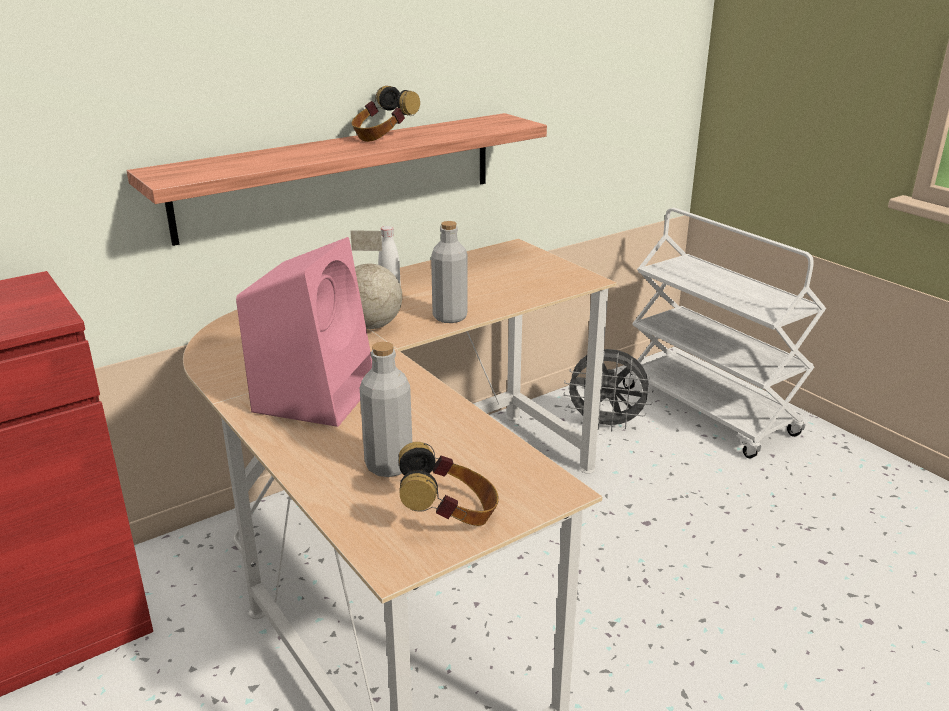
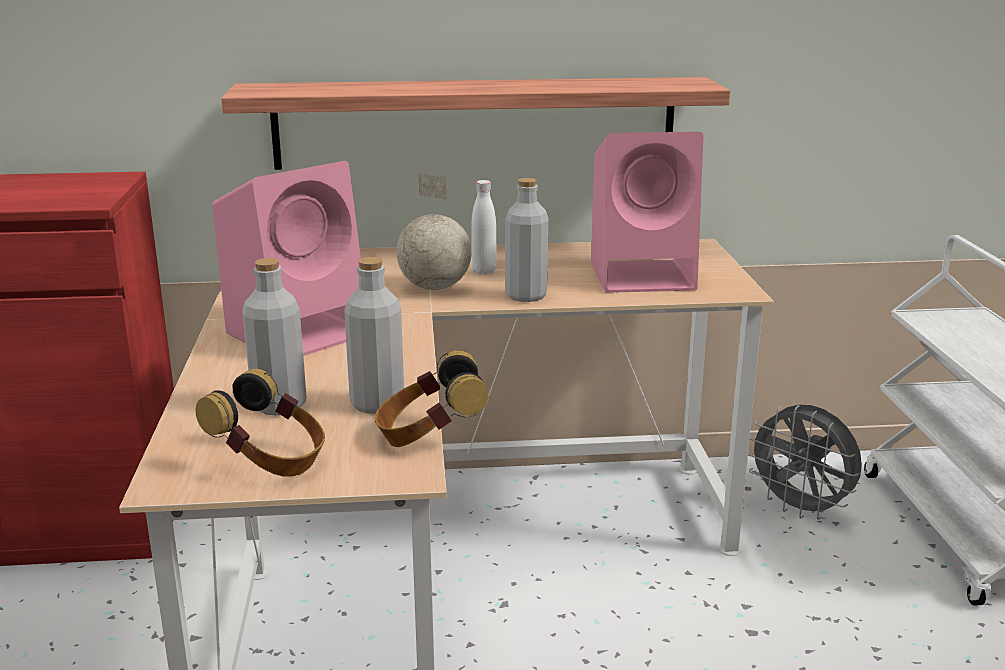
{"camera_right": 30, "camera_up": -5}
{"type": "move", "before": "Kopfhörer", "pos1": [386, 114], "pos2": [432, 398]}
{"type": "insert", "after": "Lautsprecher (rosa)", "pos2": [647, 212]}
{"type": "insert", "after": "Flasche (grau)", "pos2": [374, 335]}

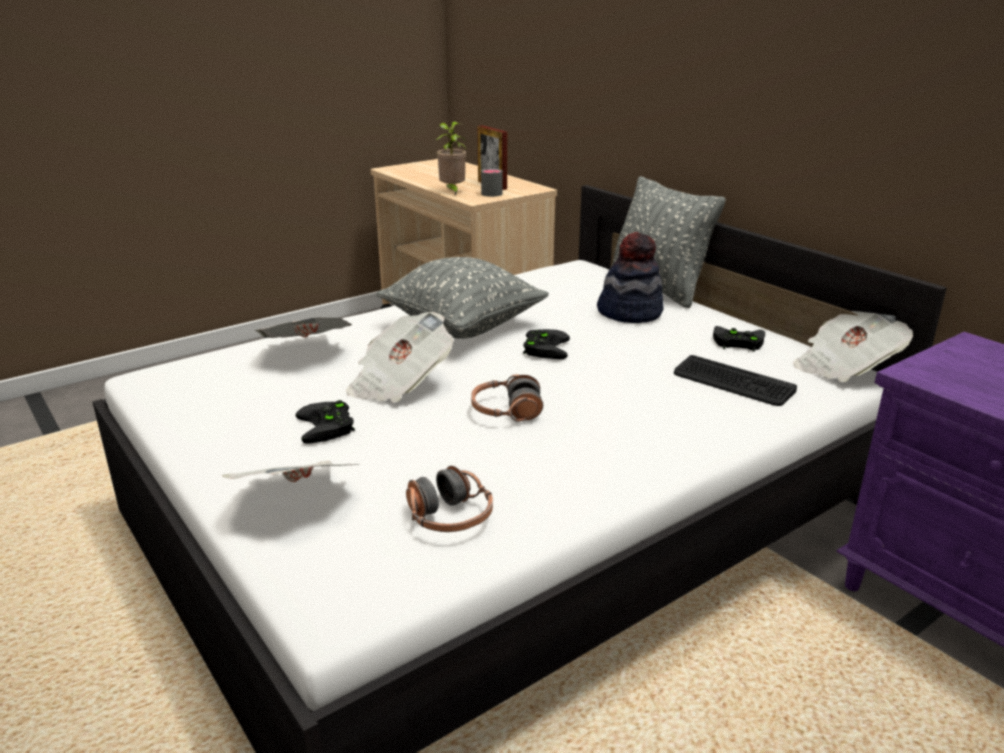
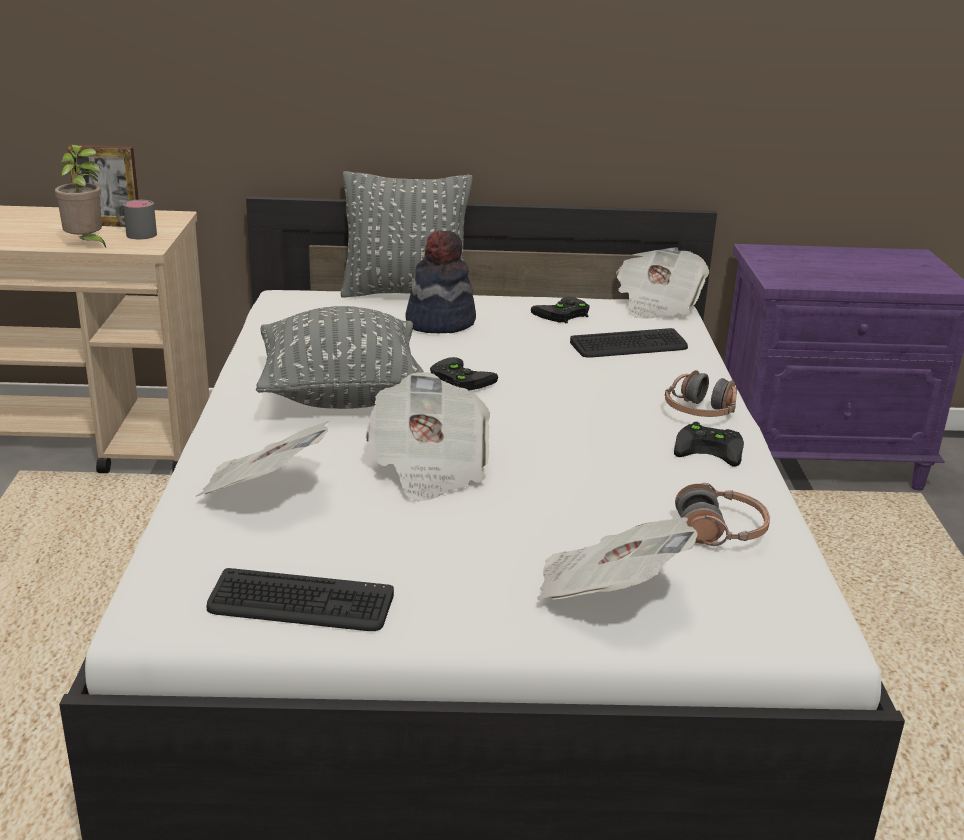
{"camera_right": -55, "camera_up": 0}
{"type": "move", "before": "Kopfhörer", "pos1": [507, 398], "pos2": [701, 393]}
{"type": "move", "before": "Gamepad (schwarz)", "pos1": [325, 422], "pos2": [709, 444]}
{"type": "insert", "after": "Tastatur", "pos2": [300, 599]}

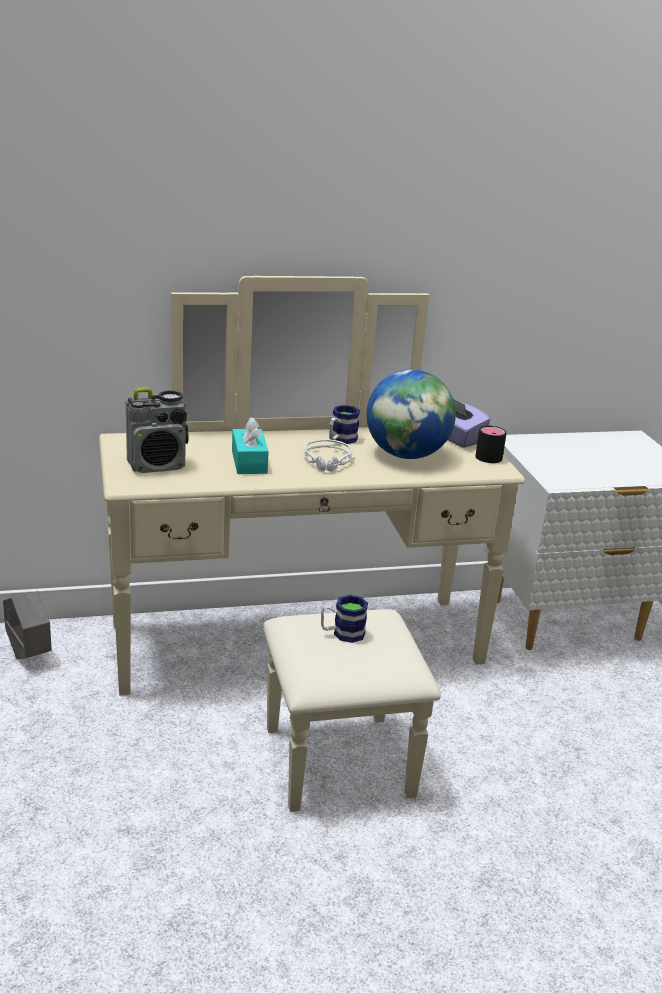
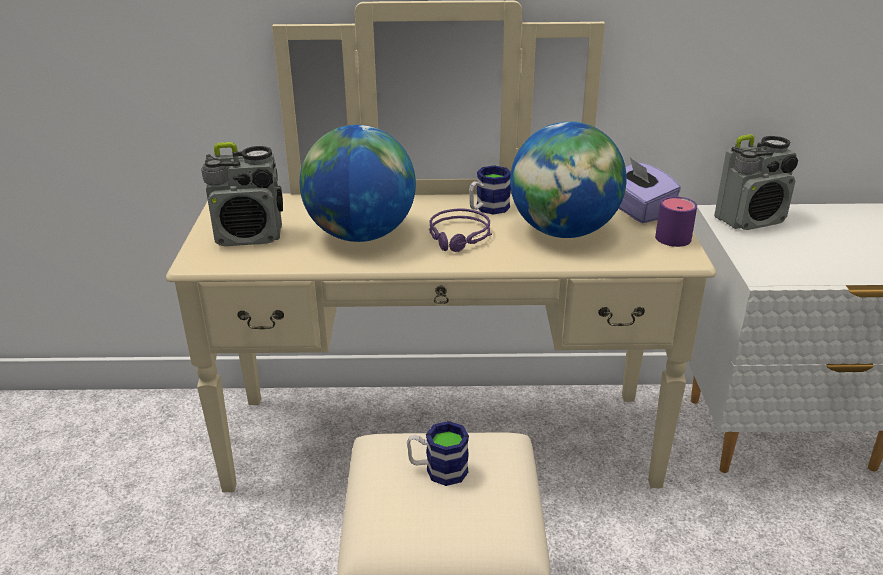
{"camera_right": 15, "camera_up": 5}
{"type": "replace", "before": "Taschentuchbox (türkis)", "after": "Globus", "pos1": [250, 445], "pos2": [358, 183]}
{"type": "recolor", "before": "Henkelbecher (schwarz)", "after": "Henkelbecher (lila)", "pos1": [491, 444], "pos2": [676, 221]}
{"type": "recolor", "before": "Kopfhörer (grau)", "after": "Kopfhörer (lila)", "pos1": [330, 455], "pos2": [460, 230]}
{"type": "delete", "before": "Pflanzkübel (grau)", "pos1": [27, 625]}
{"type": "insert", "after": "Radio", "pos2": [756, 182]}

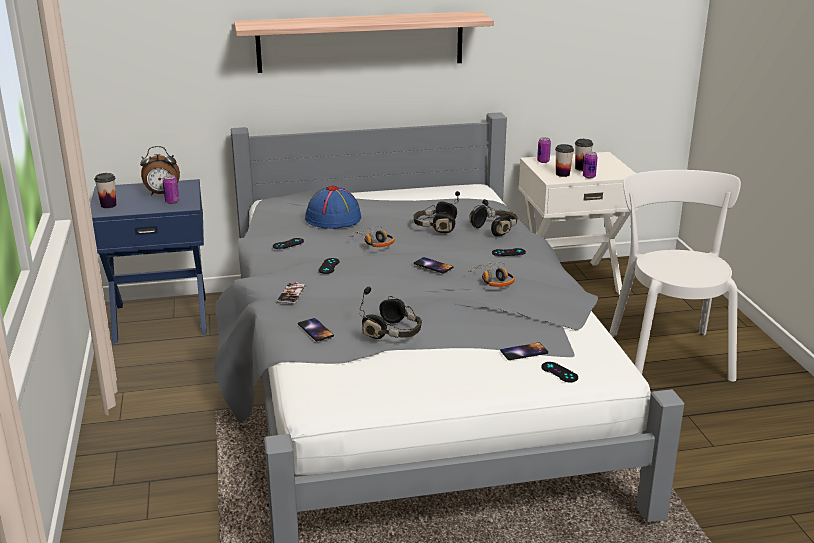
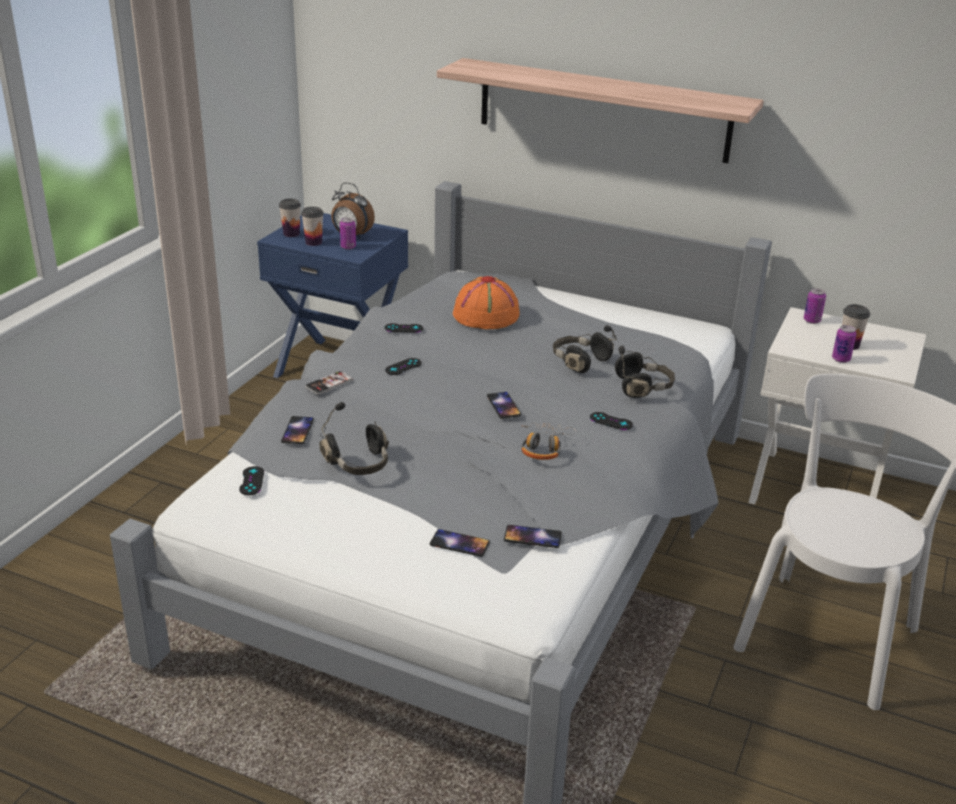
{"camera_right": 35, "camera_up": 5}
{"type": "move", "before": "Tasse", "pos1": [564, 160], "pos2": [312, 226]}
{"type": "recolor", "before": "Hut (blau)", "after": "Hut (orange)", "pos1": [333, 207], "pos2": [486, 302]}
{"type": "delete", "before": "Kopfhörer", "pos1": [372, 236]}
{"type": "move", "before": "Gamepad (schwarz)", "pos1": [559, 372], "pos2": [251, 480]}
{"type": "insert", "after": "Handy", "pos2": [533, 536]}

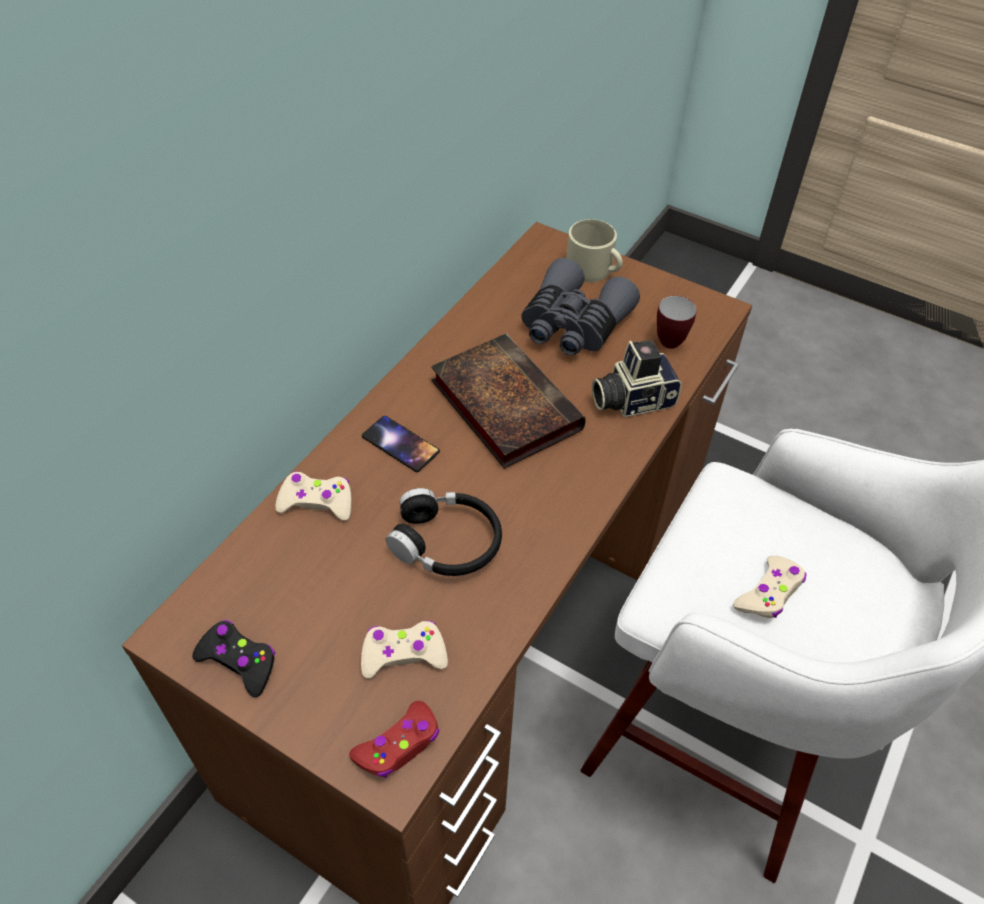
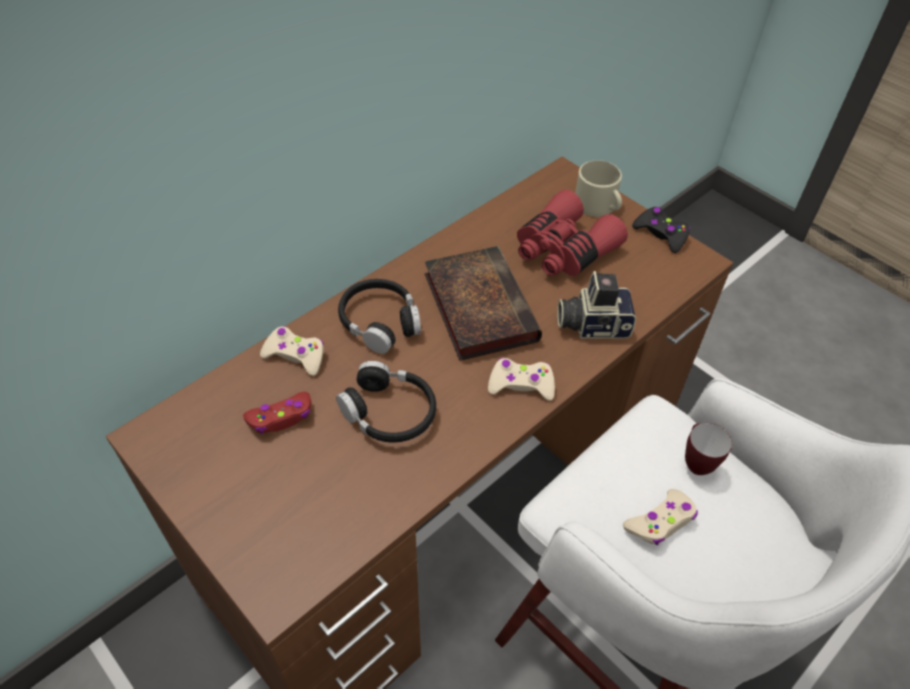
{"camera_right": 15, "camera_up": 0}
{"type": "recolor", "before": "Fernglas (grau)", "after": "Fernglas (rot)", "pos1": [580, 306], "pos2": [572, 233]}
{"type": "move", "before": "Henkelbecher", "pos1": [677, 322], "pos2": [708, 449]}
{"type": "replace", "before": "Handy", "after": "Kopfhörer (schwarz)", "pos1": [401, 444], "pos2": [379, 316]}
{"type": "move", "before": "Gamepad (schwarz)", "pos1": [234, 658], "pos2": [661, 230]}
{"type": "move", "before": "Gamepad (beige)", "pos1": [404, 650], "pos2": [521, 379]}
{"type": "move", "before": "Gamepad (rot)", "pos1": [394, 739], "pos2": [277, 413]}

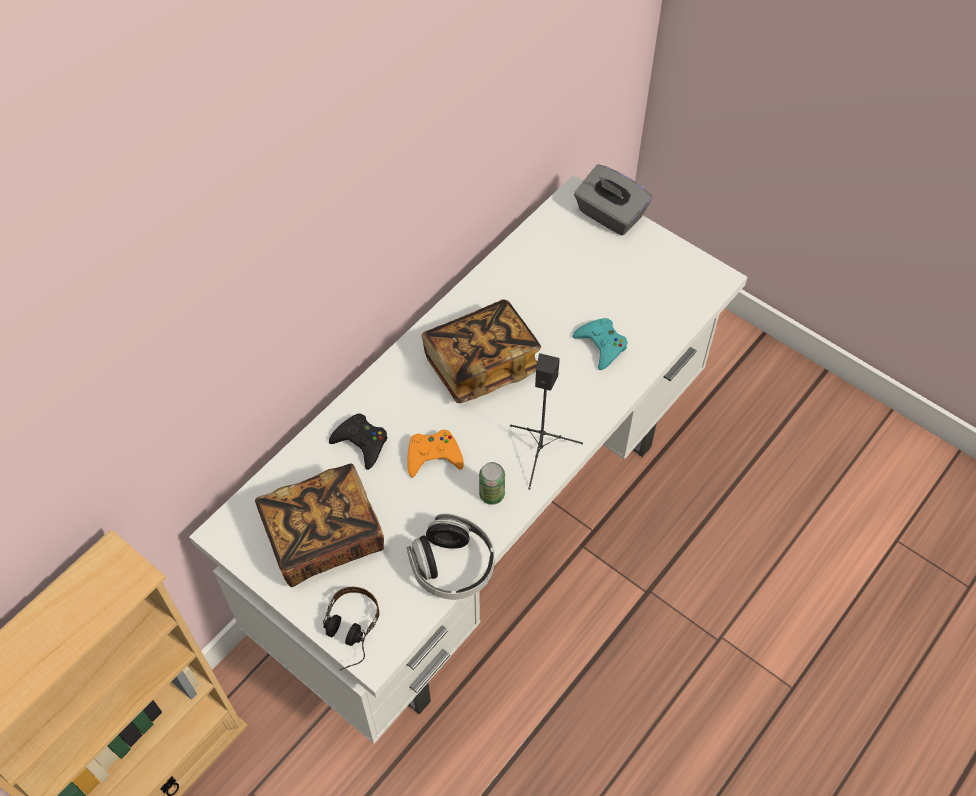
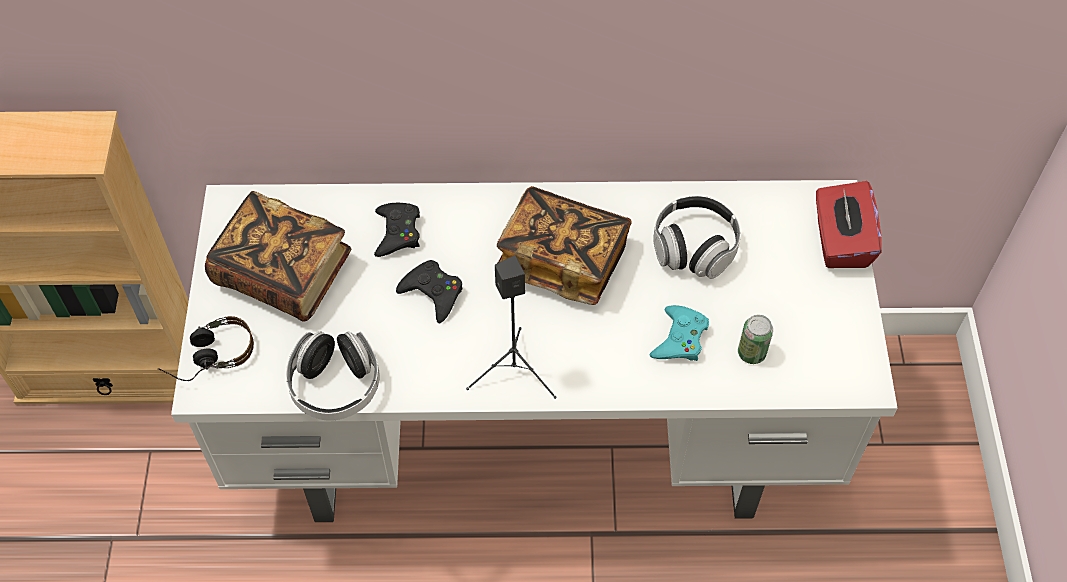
{"camera_right": 50, "camera_up": 0}
{"type": "recolor", "before": "Taschentuchbox (grau)", "after": "Taschentuchbox (rot)", "pos1": [613, 200], "pos2": [849, 224]}
{"type": "recolor", "before": "Gamepad (orange)", "after": "Gamepad (schwarz)", "pos1": [435, 454], "pos2": [429, 291]}
{"type": "move", "before": "Dose", "pos1": [492, 483], "pos2": [755, 339]}
{"type": "insert", "after": "Kopfhörer", "pos2": [697, 237]}

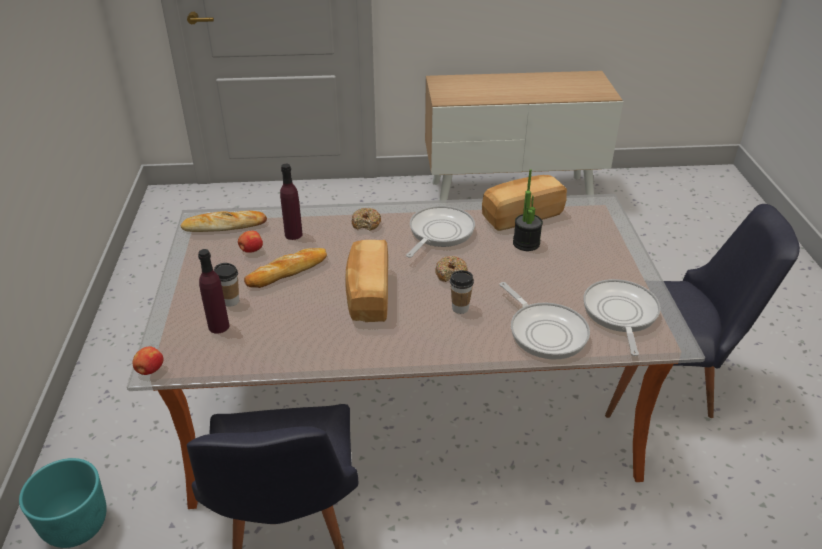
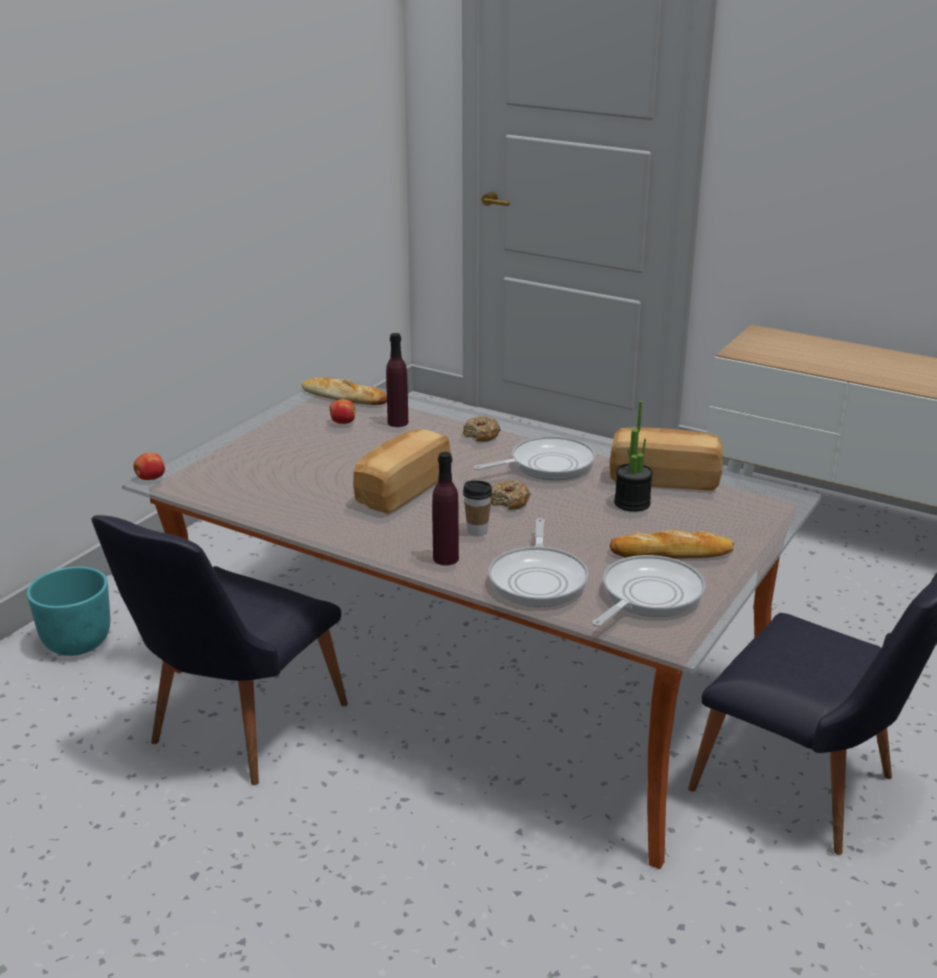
{"camera_right": 35, "camera_up": -10}
{"type": "move", "before": "Brot", "pos1": [285, 268], "pos2": [672, 544]}
{"type": "move", "before": "Flasche (lila)", "pos1": [214, 291], "pos2": [445, 508]}
{"type": "delete", "before": "Tasse", "pos1": [226, 285]}

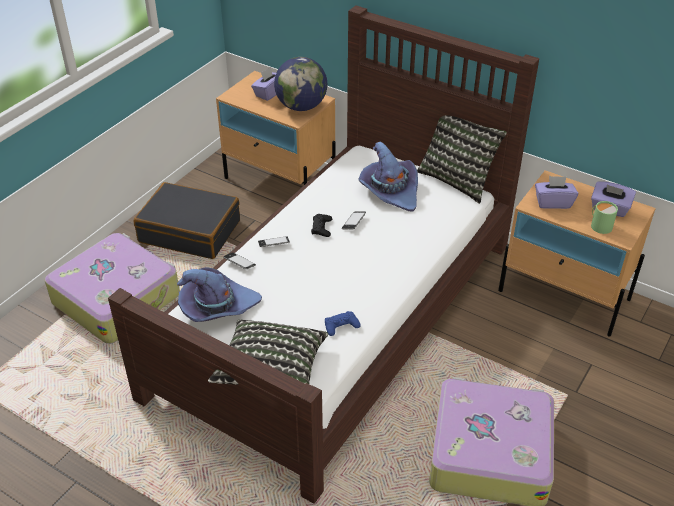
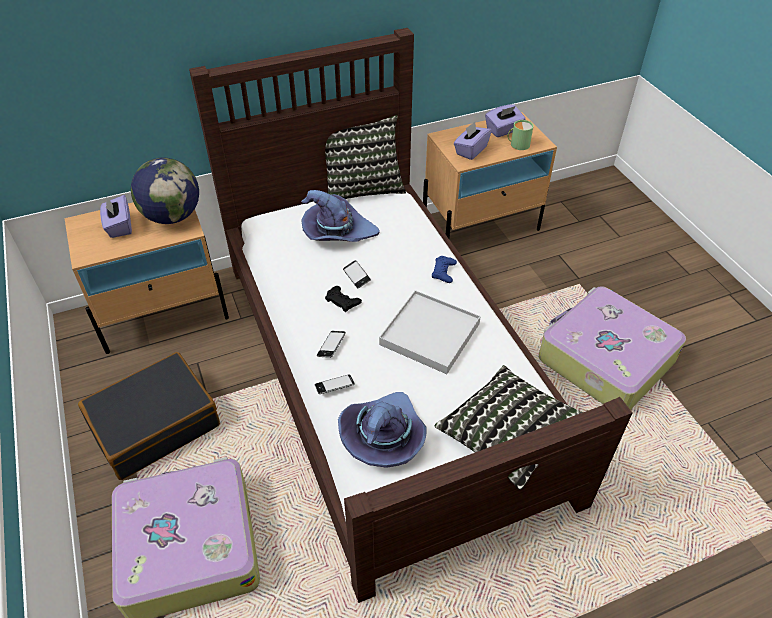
{"camera_right": -55, "camera_up": 5}
{"type": "move", "before": "Gamepad (blau)", "pos1": [343, 323], "pos2": [444, 269]}
{"type": "insert", "after": "Tablett (weiß)", "pos2": [430, 332]}

